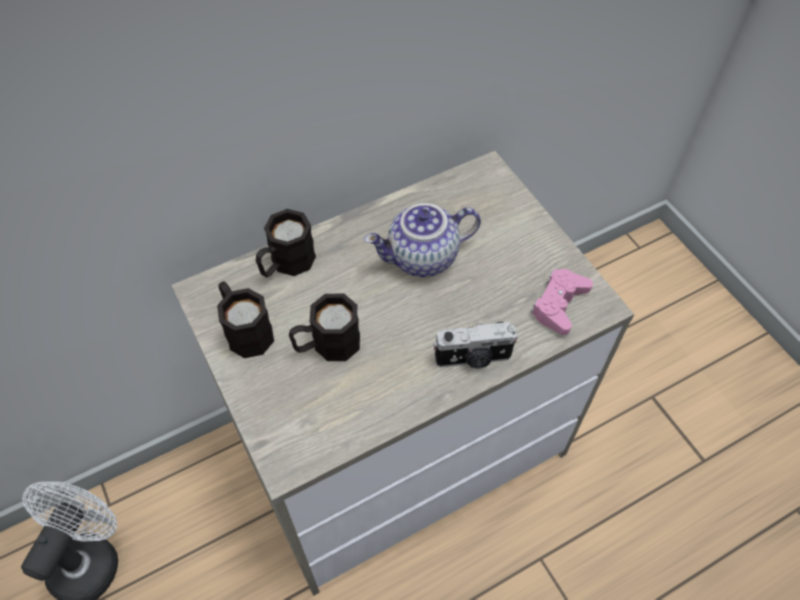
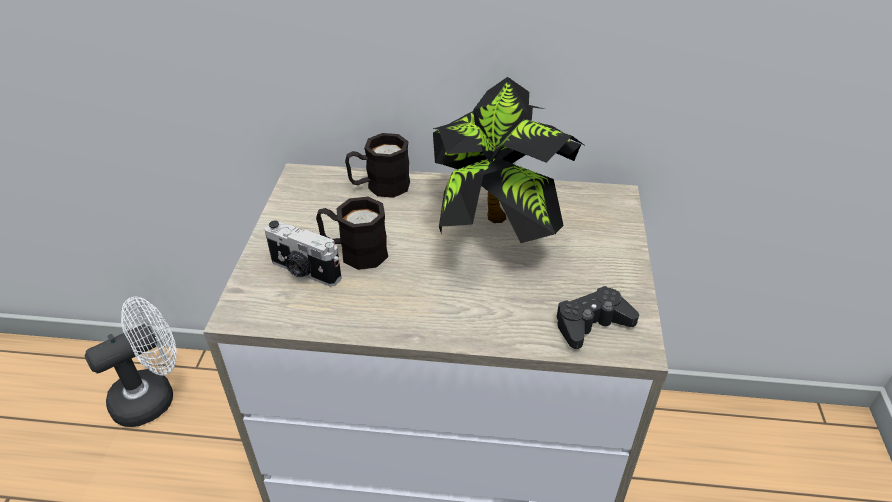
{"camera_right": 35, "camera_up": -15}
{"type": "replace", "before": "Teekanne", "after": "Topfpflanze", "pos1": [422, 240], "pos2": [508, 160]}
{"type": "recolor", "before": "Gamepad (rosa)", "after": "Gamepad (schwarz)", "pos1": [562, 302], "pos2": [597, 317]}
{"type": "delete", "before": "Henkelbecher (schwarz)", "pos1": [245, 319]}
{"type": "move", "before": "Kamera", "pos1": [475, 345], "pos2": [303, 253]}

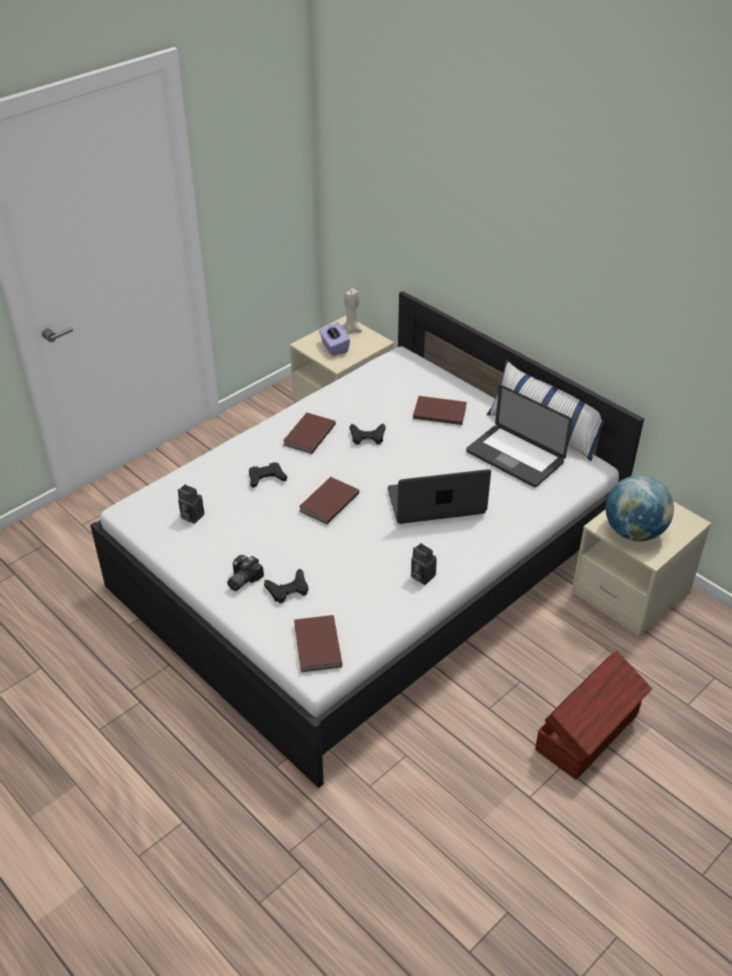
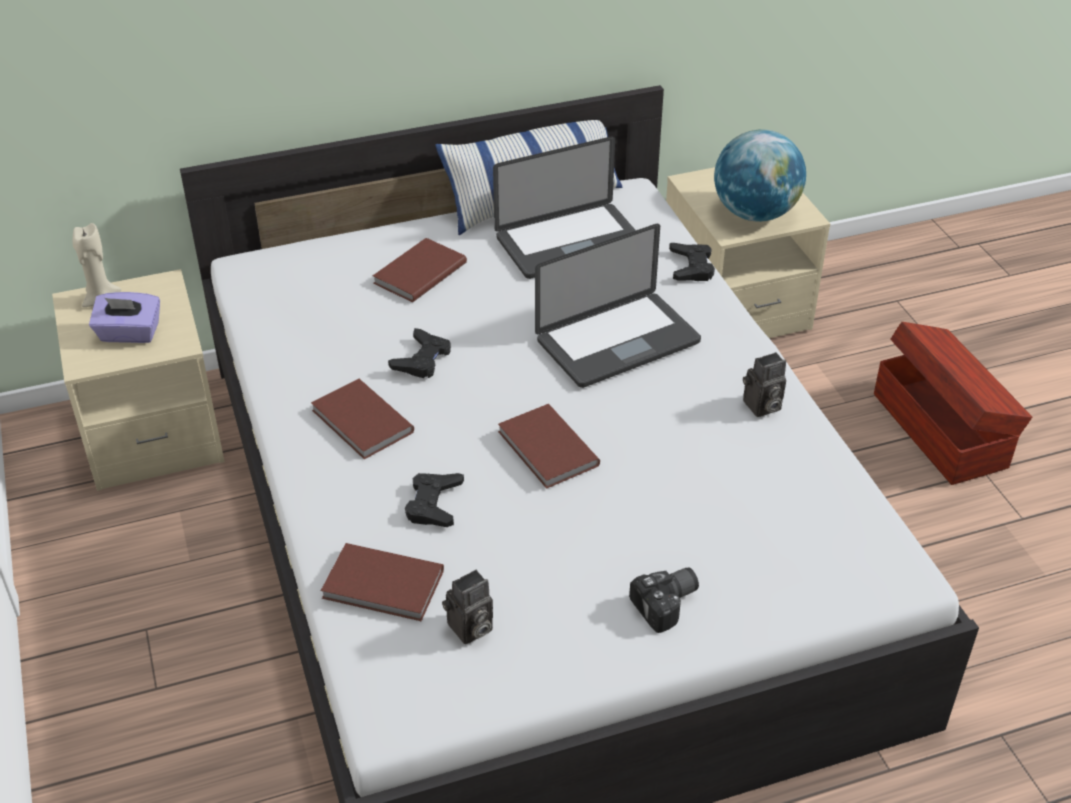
{"camera_right": -65, "camera_up": 0}
{"type": "rotate", "before": "Laptop", "pos1": [439, 496], "pos2": [618, 306], "turn": -135}
{"type": "rotate", "before": "Kamera", "pos1": [245, 573], "pos2": [664, 600], "turn": -90}
{"type": "move", "before": "Gamepad (schwarz)", "pos1": [286, 586], "pos2": [692, 262]}
{"type": "move", "before": "Buch (braun)", "pos1": [318, 643], "pos2": [382, 582]}

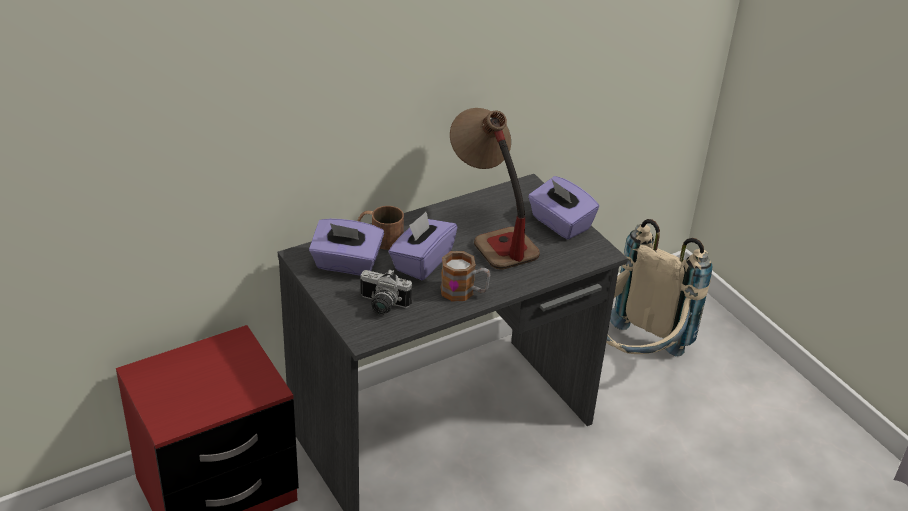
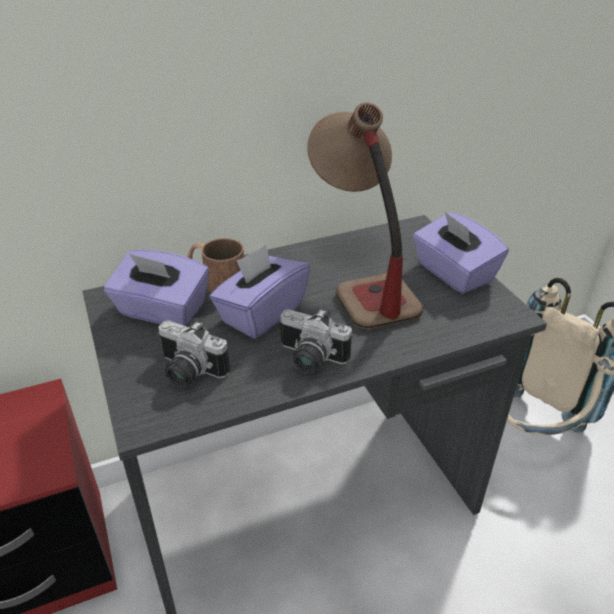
{"camera_right": 10, "camera_up": 0}
{"type": "replace", "before": "Henkelbecher", "after": "Kamera", "pos1": [465, 276], "pos2": [316, 341]}

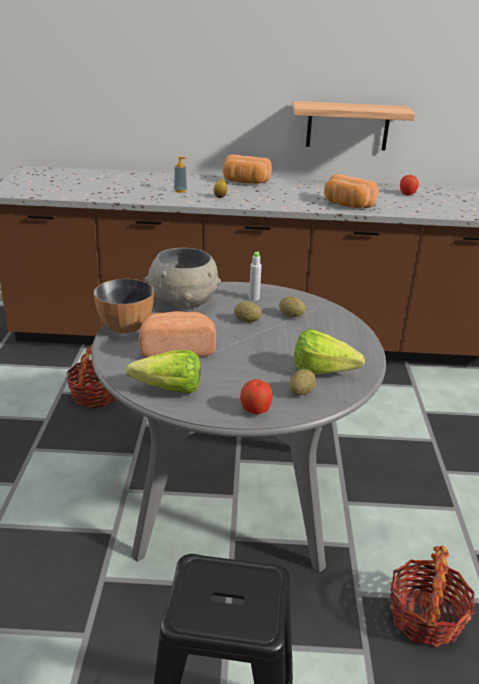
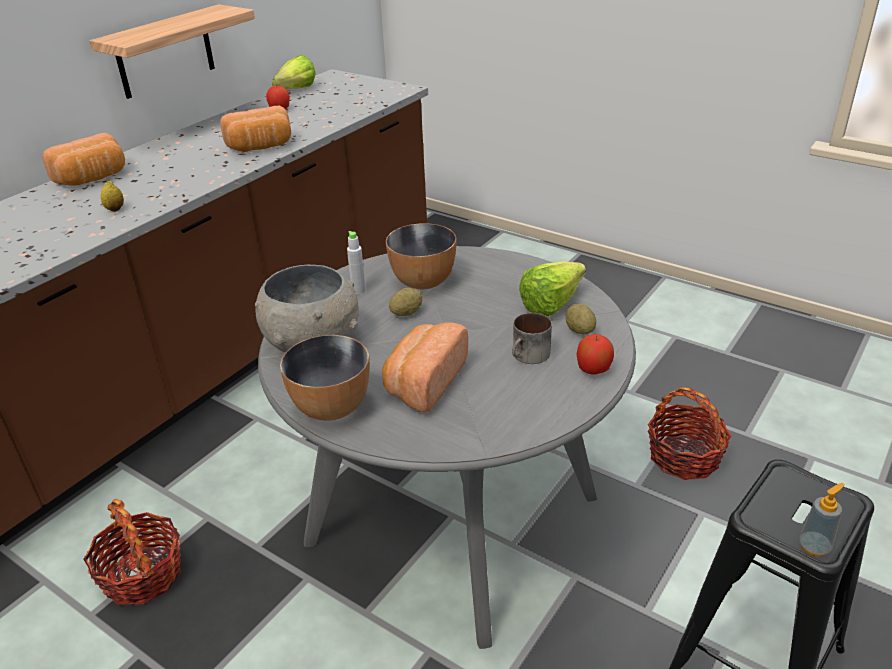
{"camera_right": -55, "camera_up": 5}
{"type": "move", "before": "Seifenspender", "pos1": [180, 174], "pos2": [822, 520]}
{"type": "replace", "before": "Kartoffel", "after": "Schüssel", "pos1": [292, 306], "pos2": [421, 256]}
{"type": "move", "before": "Salatkopf", "pos1": [164, 372], "pos2": [293, 72]}
{"type": "insert", "after": "Henkelbecher", "pos2": [532, 338]}

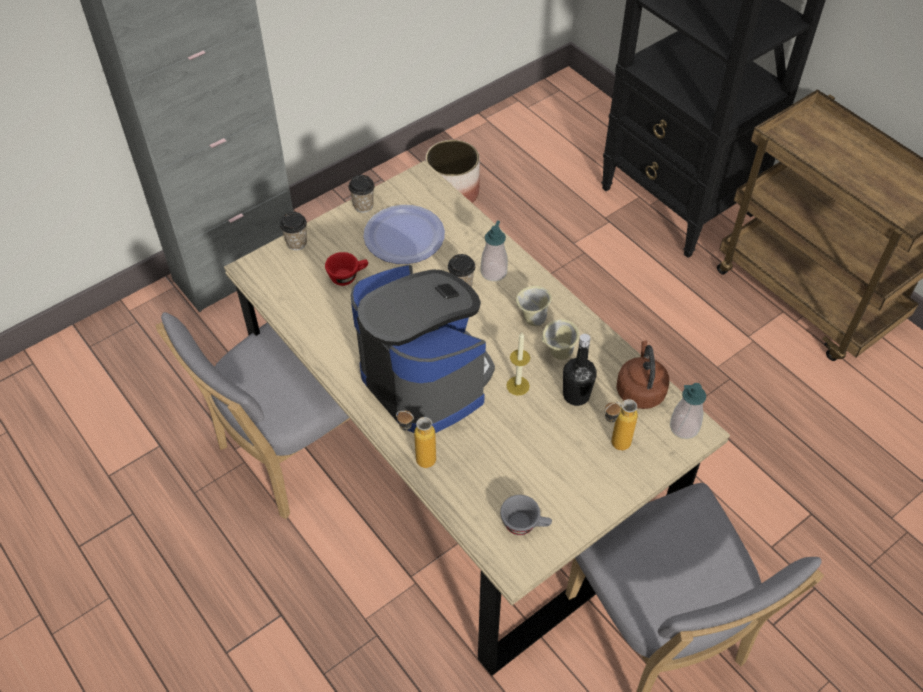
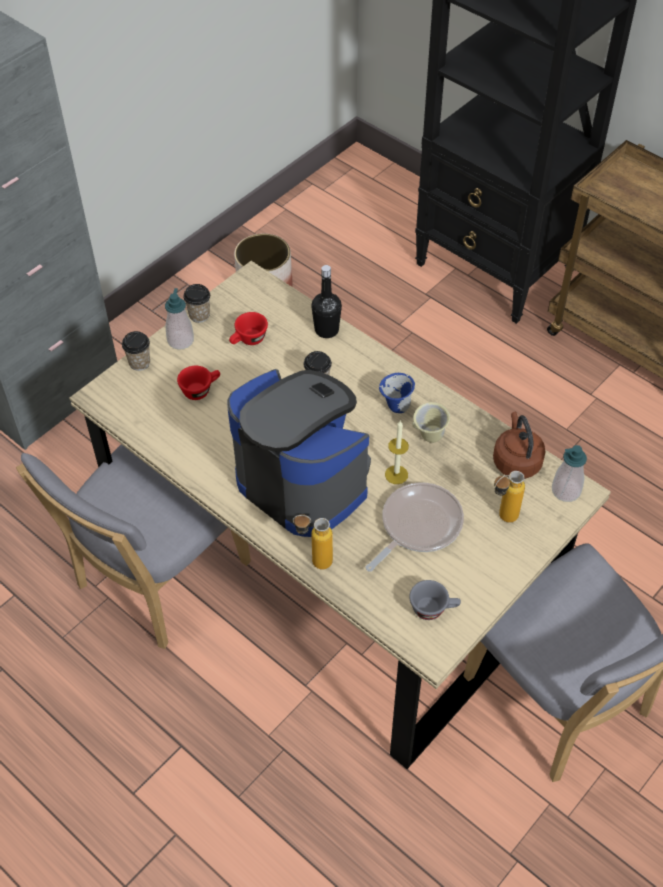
{"camera_right": -10, "camera_up": 0}
{"type": "replace", "before": "Teller", "after": "Tasse (rot)", "pos1": [404, 234], "pos2": [248, 328]}
{"type": "move", "before": "Seifenspender", "pos1": [494, 251], "pos2": [179, 319]}
{"type": "recolor", "before": "Henkelbecher (beige)", "after": "Henkelbecher (blau)", "pos1": [534, 306], "pos2": [397, 393]}
{"type": "move", "before": "Flasche (schwarz)", "pos1": [580, 370], "pos2": [326, 301]}
{"type": "insert", "after": "Pfanne", "pos2": [415, 527]}

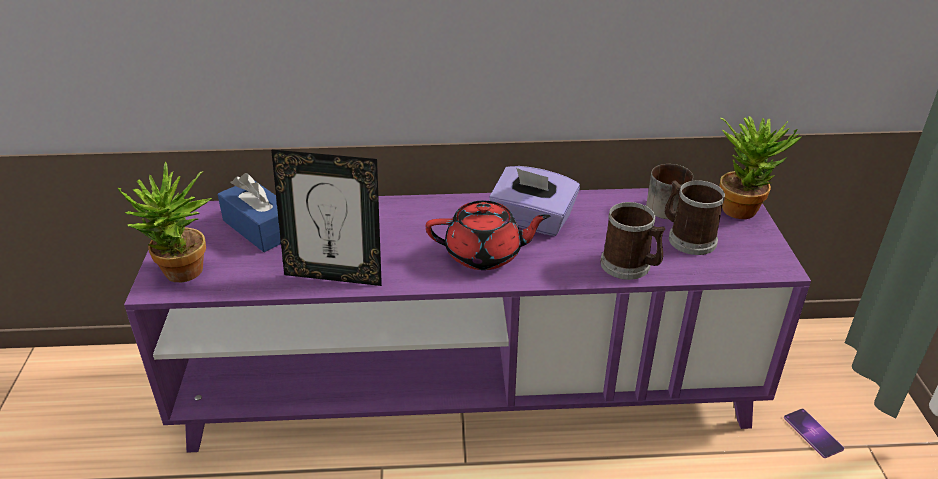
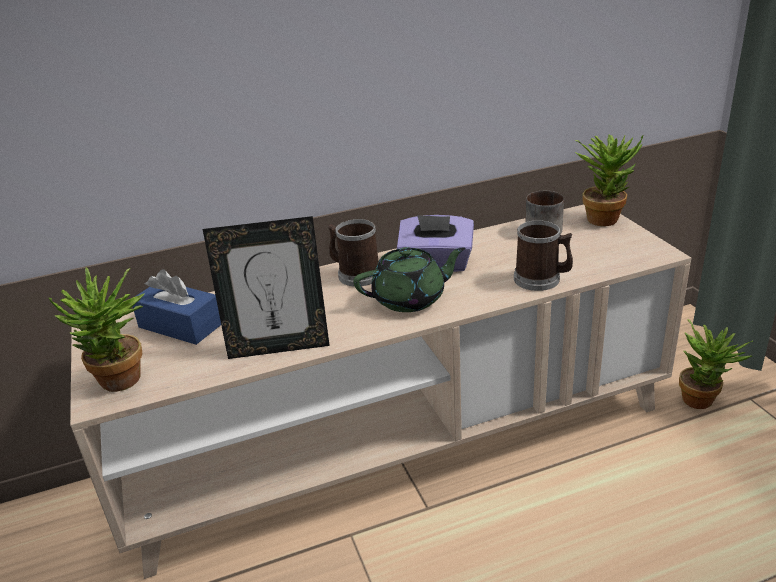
{"camera_right": -15, "camera_up": -5}
{"type": "move", "before": "Henkelbecher", "pos1": [695, 217], "pos2": [353, 252]}
{"type": "recolor", "before": "Fernsehschrank (lila)", "after": "Fernsehschrank (beige)", "pos1": [467, 320], "pos2": [380, 392]}
{"type": "recolor", "before": "Teekanne (rot)", "after": "Teekanne (grün)", "pos1": [488, 235], "pos2": [409, 279]}
{"type": "replace", "before": "Handy", "after": "Topfpflanze", "pos1": [814, 433], "pos2": [716, 364]}

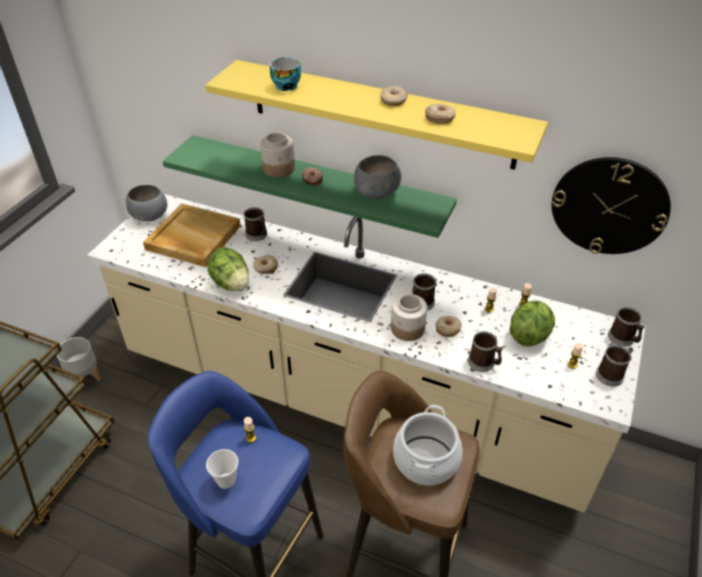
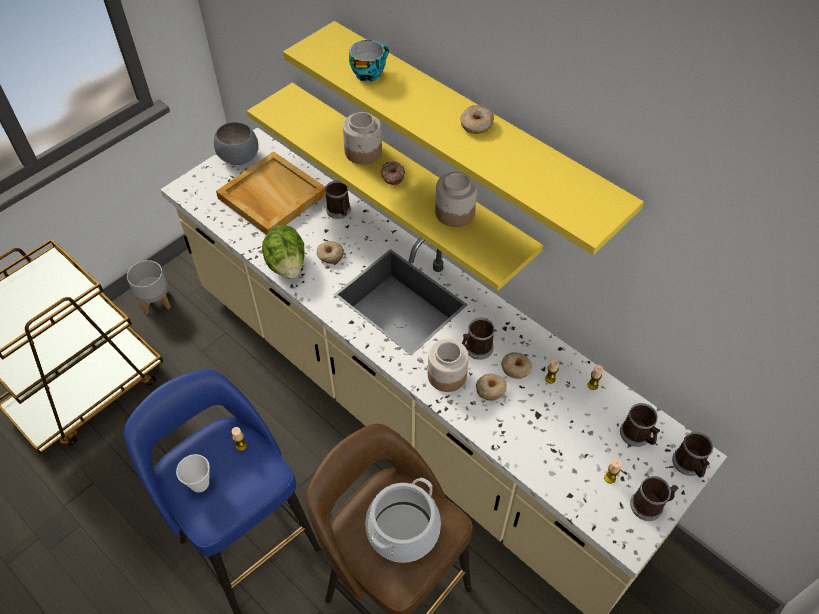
{"camera_right": 20, "camera_up": 10}
{"type": "move", "before": "Donut", "pos1": [440, 114], "pos2": [516, 365]}
{"type": "recolor", "before": "Wandregal (grün)", "after": "Wandregal (gelb)", "pos1": [310, 186], "pos2": [395, 187]}
{"type": "replace", "before": "Schüssel (grau)", "after": "Vorratsglas", "pos1": [377, 177], "pos2": [456, 199]}
{"type": "delete", "before": "Wanduhr", "pos1": [611, 205]}
{"type": "delete", "before": "Salatkopf", "pos1": [532, 323]}
{"type": "move", "before": "Henkelbecher", "pos1": [485, 351], "pos2": [640, 425]}

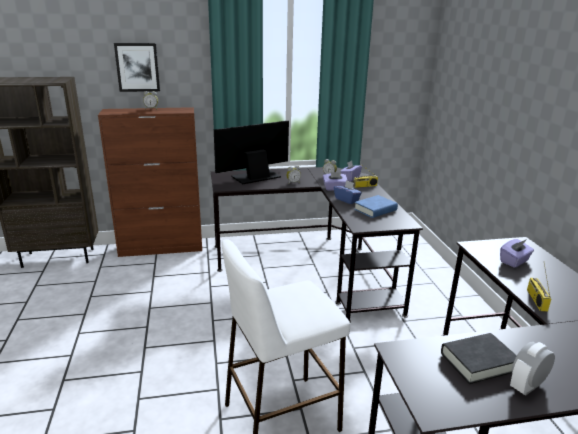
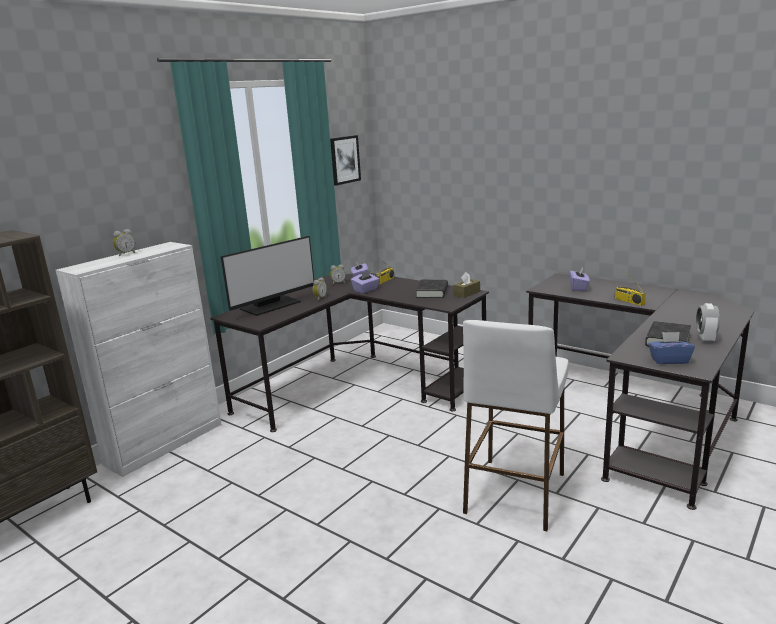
{"camera_right": -40, "camera_up": -5}
{"type": "move", "before": "Bild", "pos1": [137, 67], "pos2": [345, 160]}
{"type": "recolor", "before": "Schrank (braun)", "after": "Schrank (weiß)", "pos1": [150, 182], "pos2": [139, 359]}
{"type": "rotate", "before": "Monitor", "pos1": [251, 152], "pos2": [267, 276], "turn": -150}
{"type": "move", "before": "Taschentuchbox (blau)", "pos1": [348, 192], "pos2": [671, 348]}
{"type": "recolor", "before": "Buch (blau)", "after": "Buch (schwarz)", "pos1": [376, 206], "pos2": [432, 289]}
{"type": "insert", "after": "Taschentuchbox (braun)", "pos2": [466, 285]}

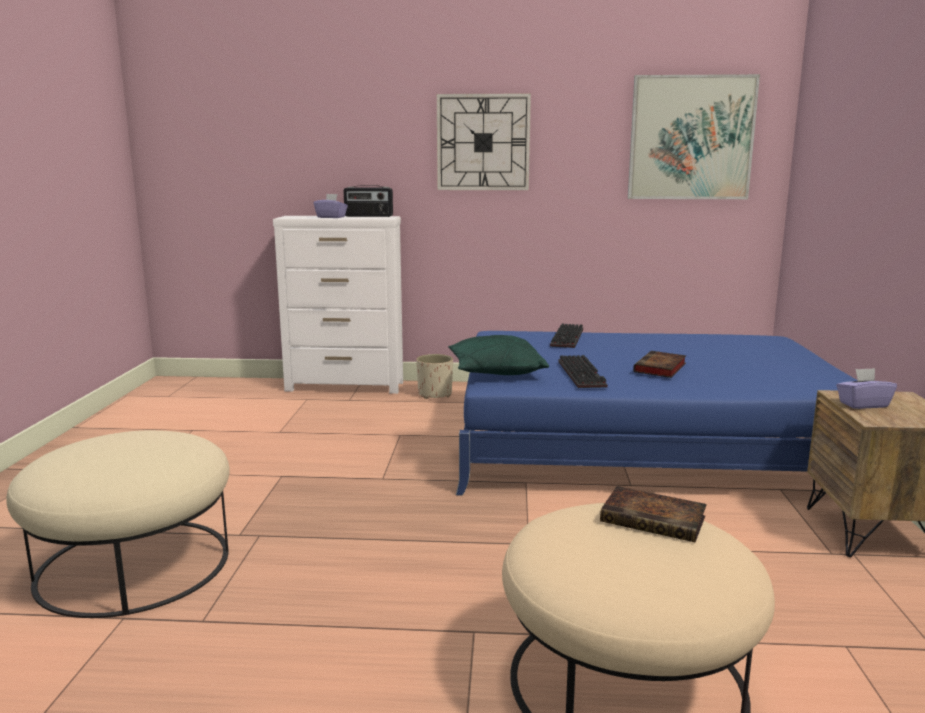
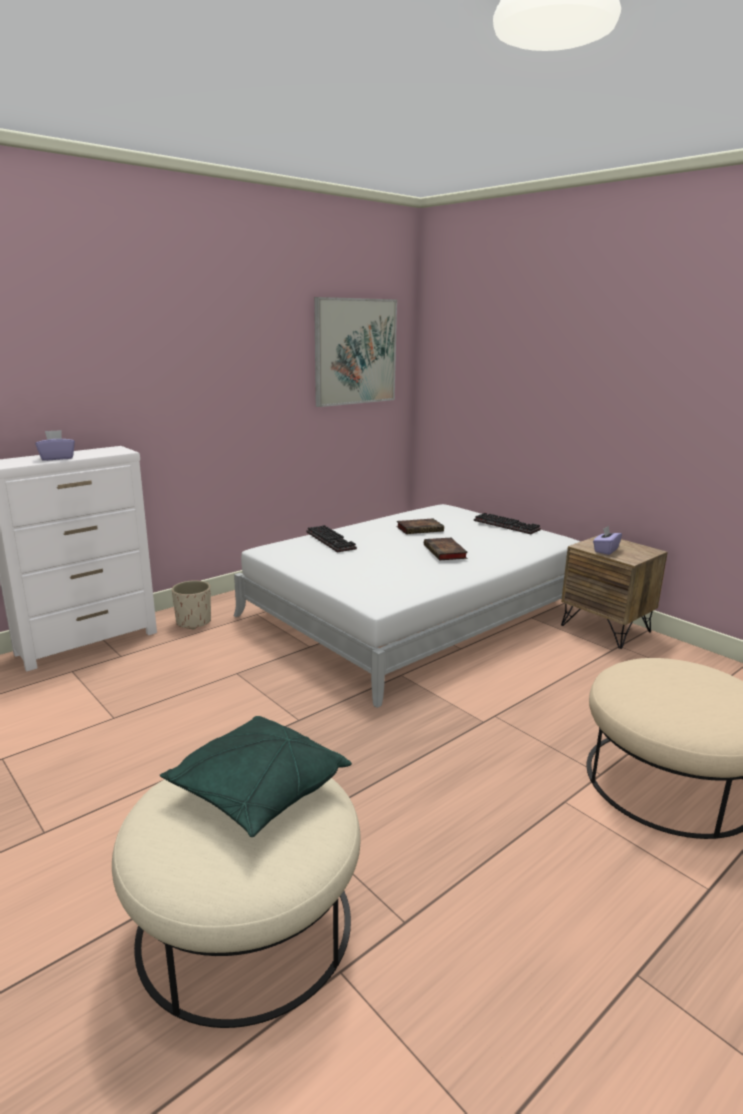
{"camera_right": -45, "camera_up": 5}
{"type": "delete", "before": "Wanduhr", "pos1": [484, 141]}
{"type": "delete", "before": "Radio", "pos1": [368, 201]}
{"type": "recolor", "before": "Bett (blau)", "after": "Bett (weiß)", "pos1": [657, 413], "pos2": [407, 606]}
{"type": "move", "before": "Kissen (grün)", "pos1": [498, 355], "pos2": [256, 776]}
{"type": "move", "before": "Tastatur", "pos1": [583, 371], "pos2": [507, 523]}
{"type": "move", "before": "Buch", "pos1": [653, 514], "pos2": [420, 526]}

